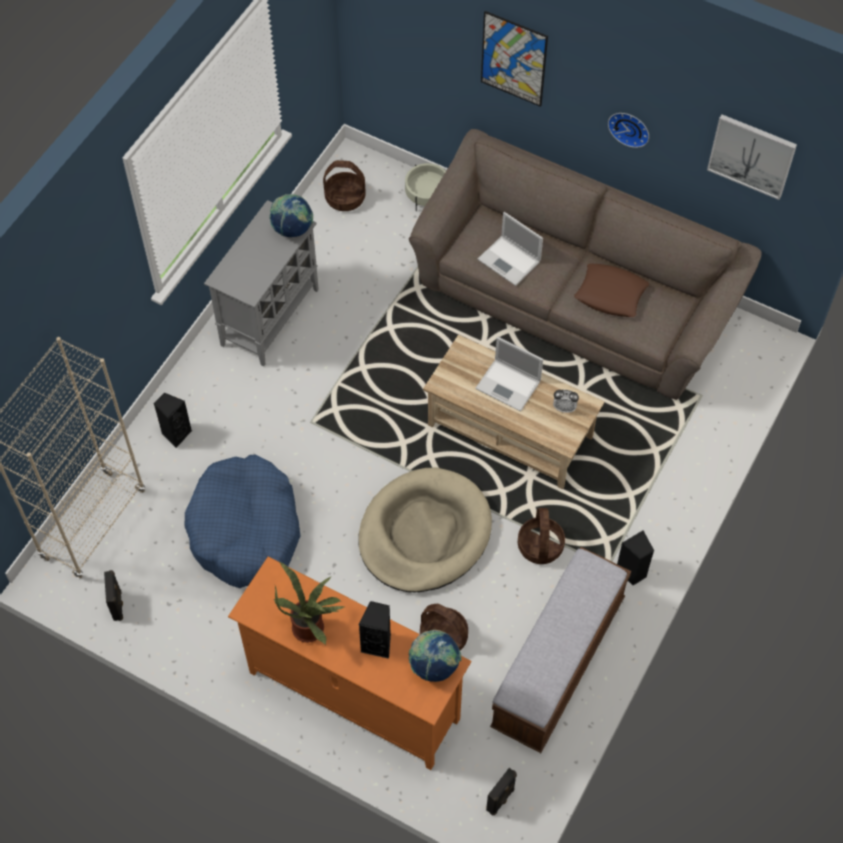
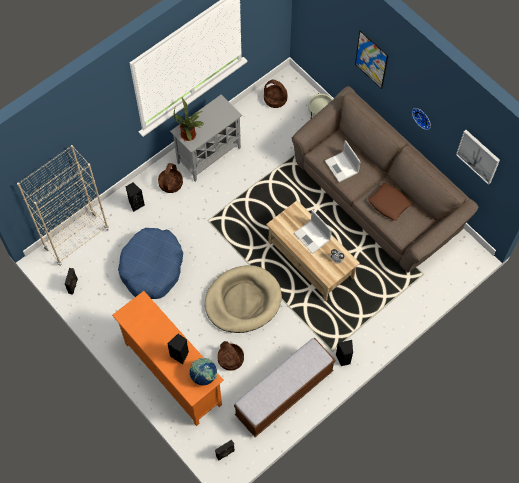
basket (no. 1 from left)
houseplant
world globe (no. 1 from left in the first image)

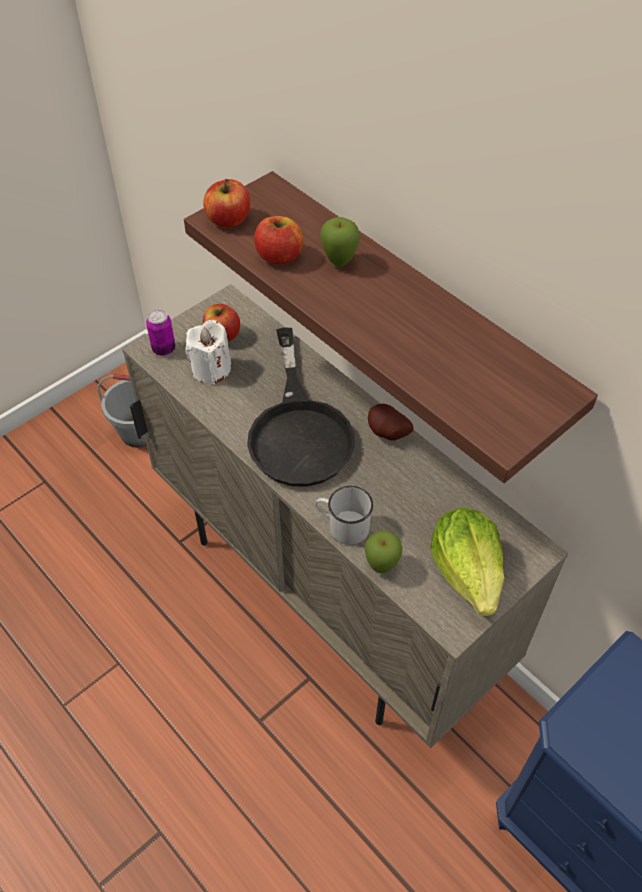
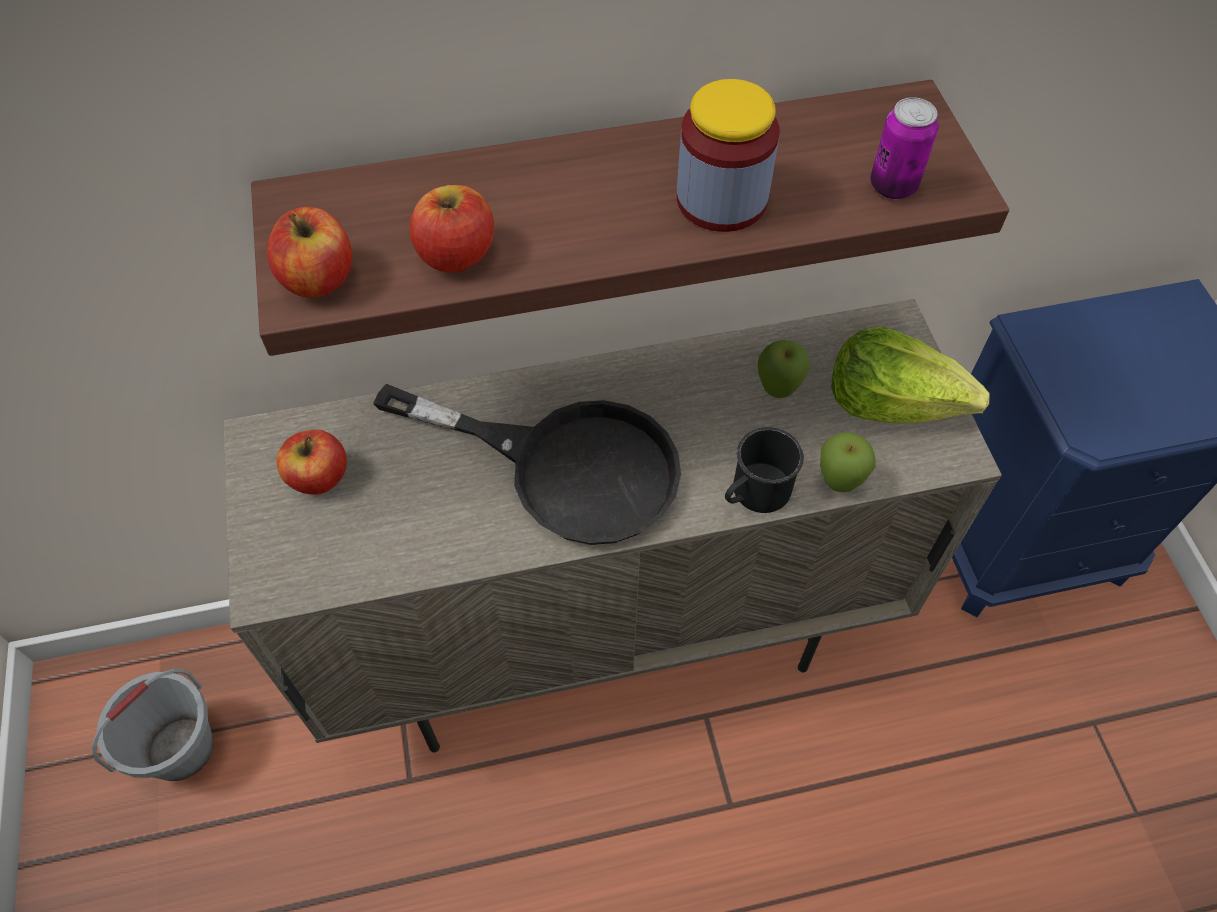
jar
mug (black)
apple fruit (no. 4 from left)
metal can
wax light (white-coloured)
whole potato

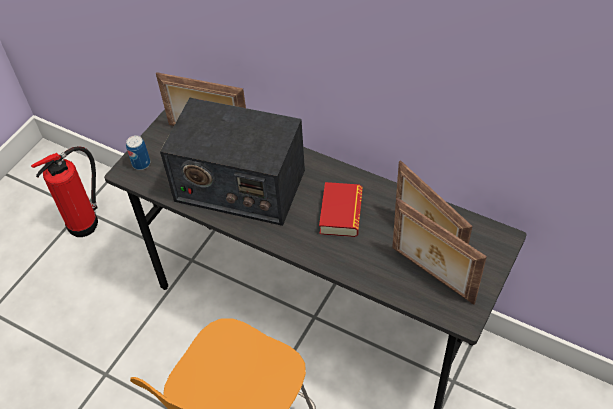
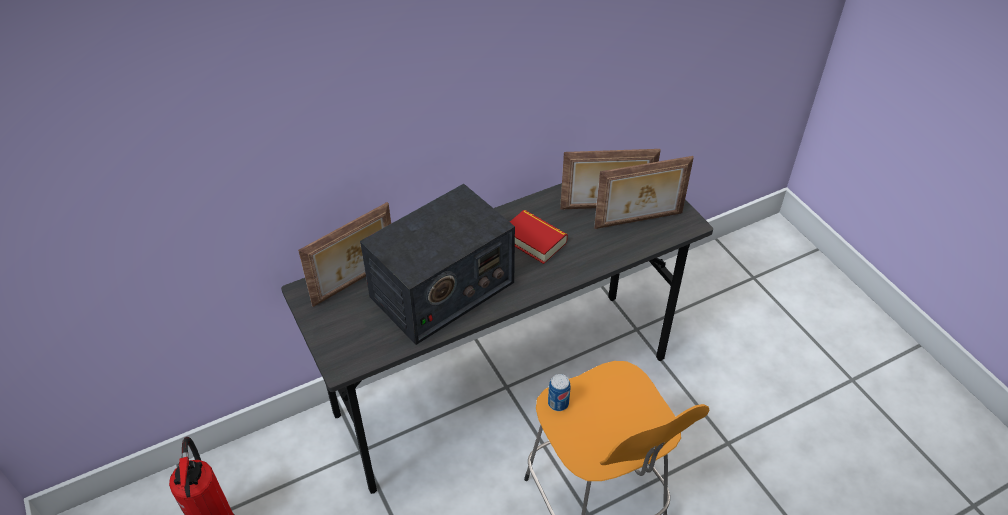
metal can

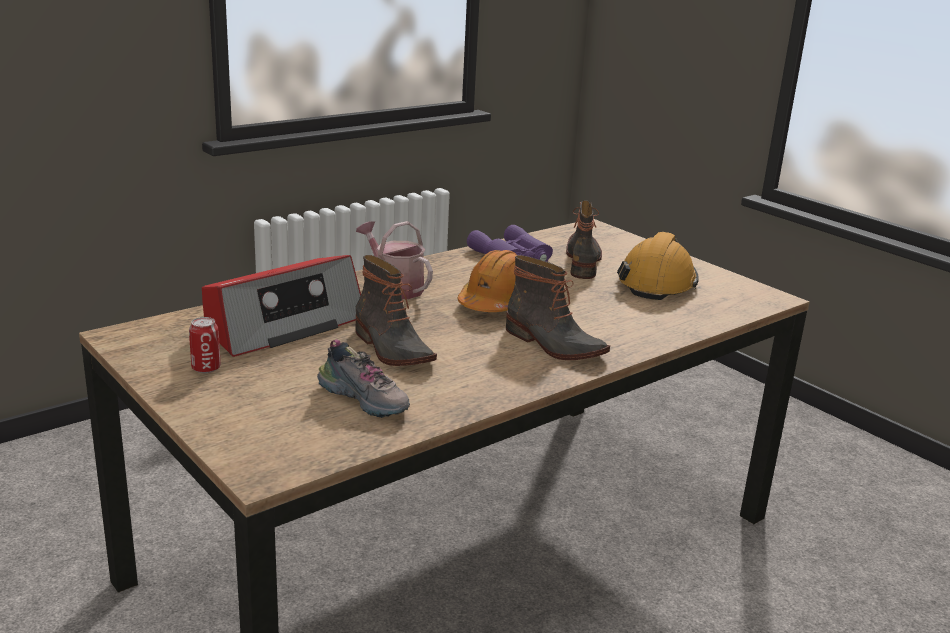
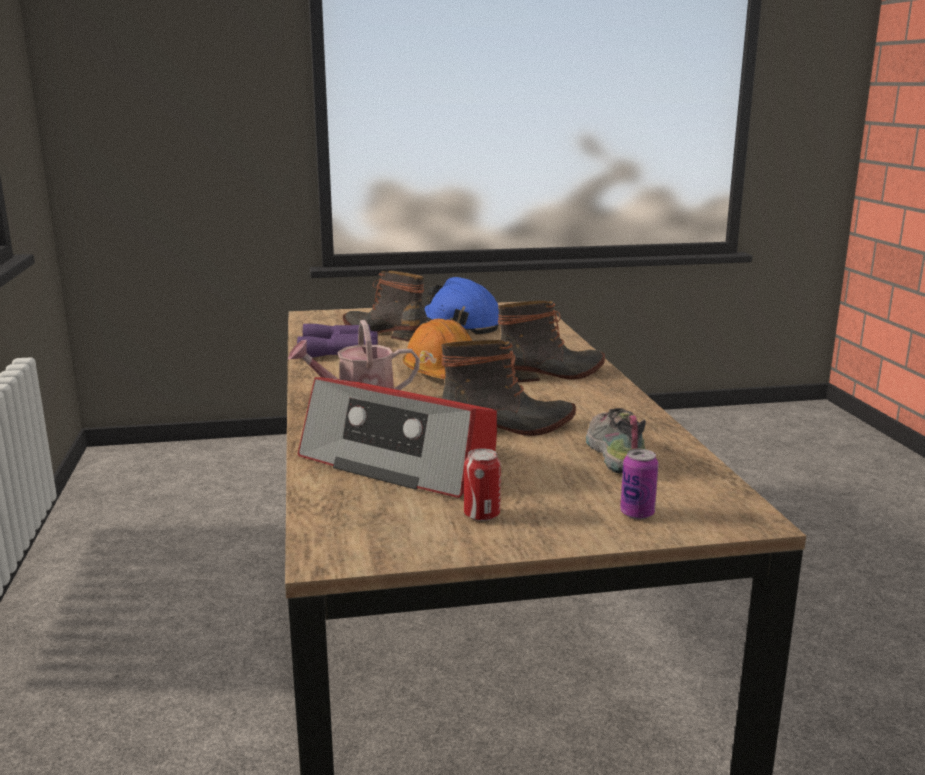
radio receiver
work helmet (bluish)
item of footwear
metal can (no. 2 from left)

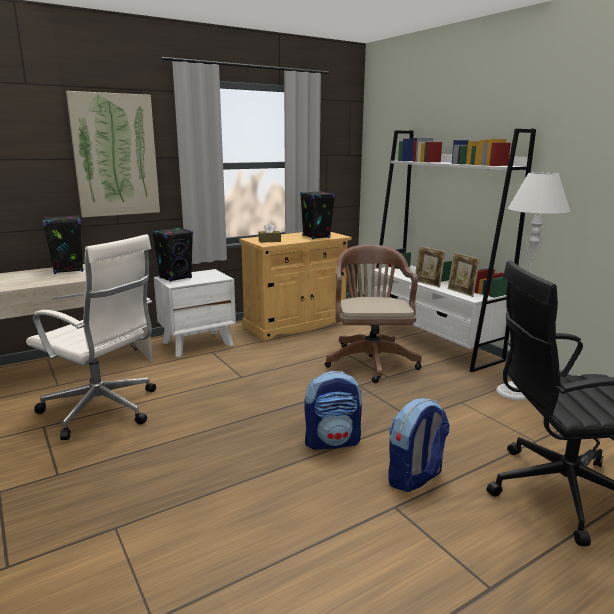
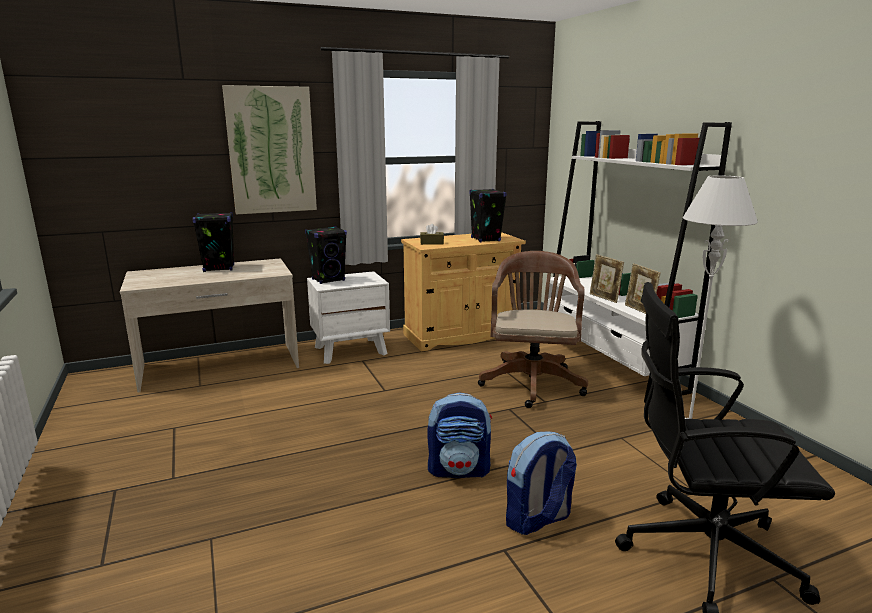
desk chair (white-coloured)

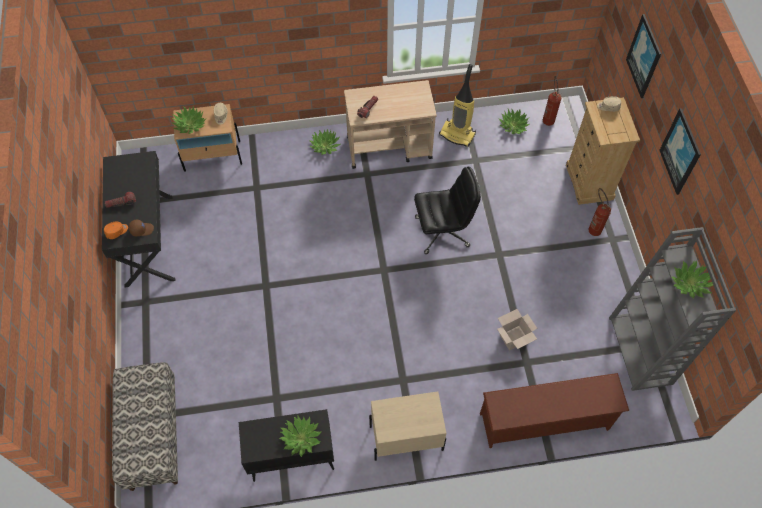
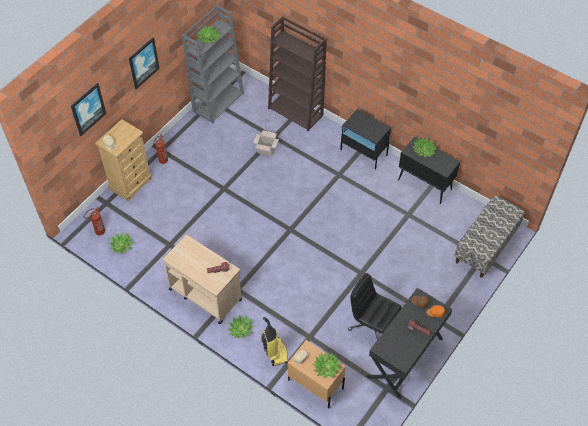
hoover
bookshelf (brownish)
night table (black)
desk chair (black)

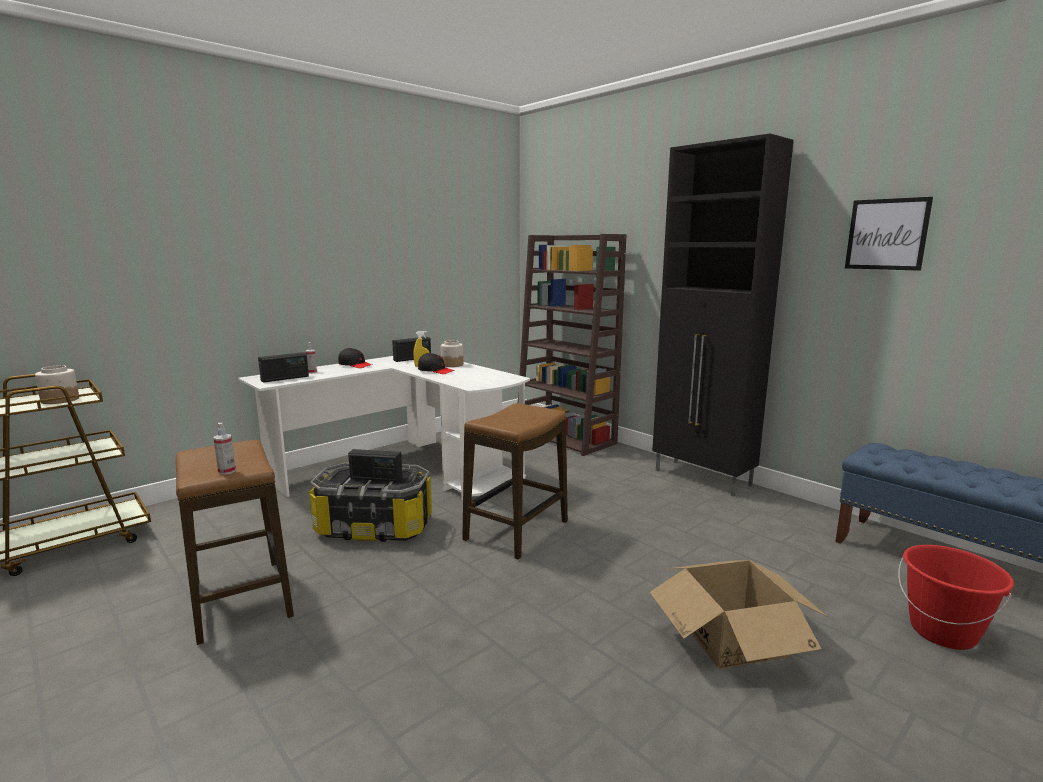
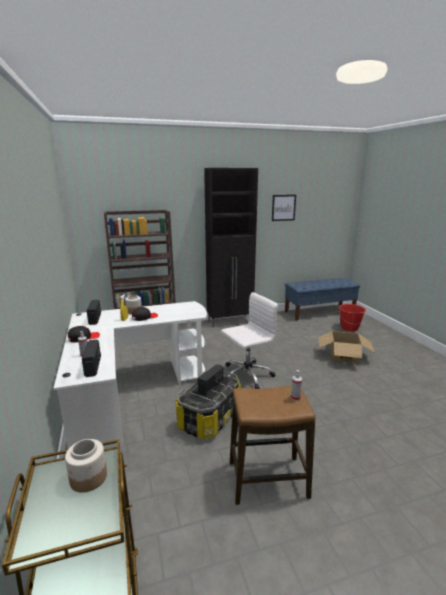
desk chair (white-coloured)

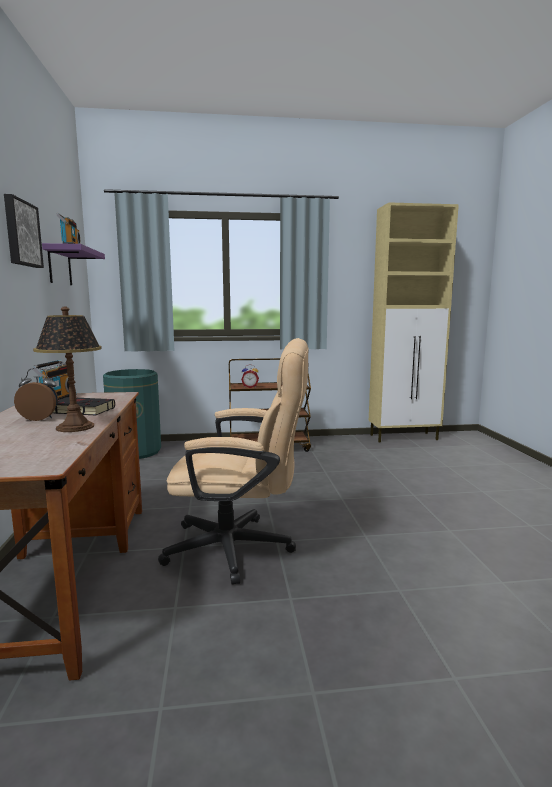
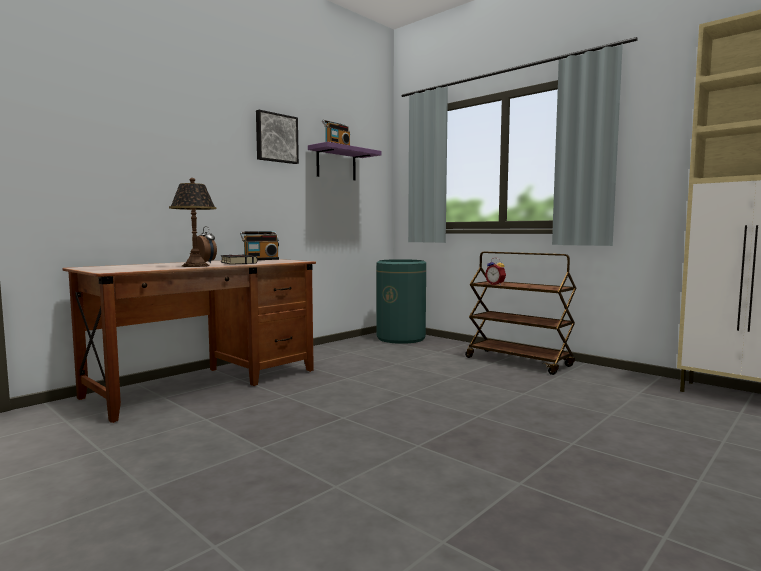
desk chair (beige-coloured)

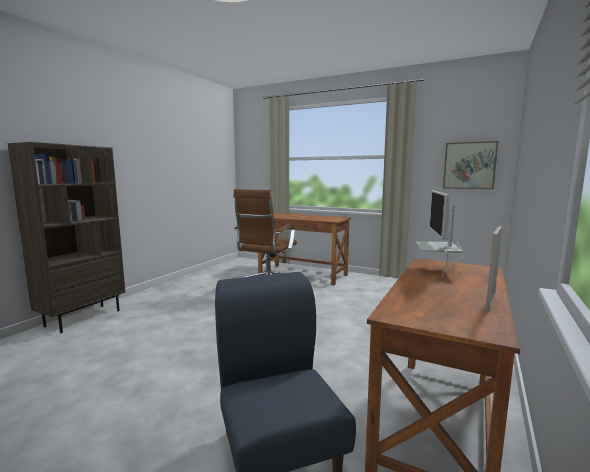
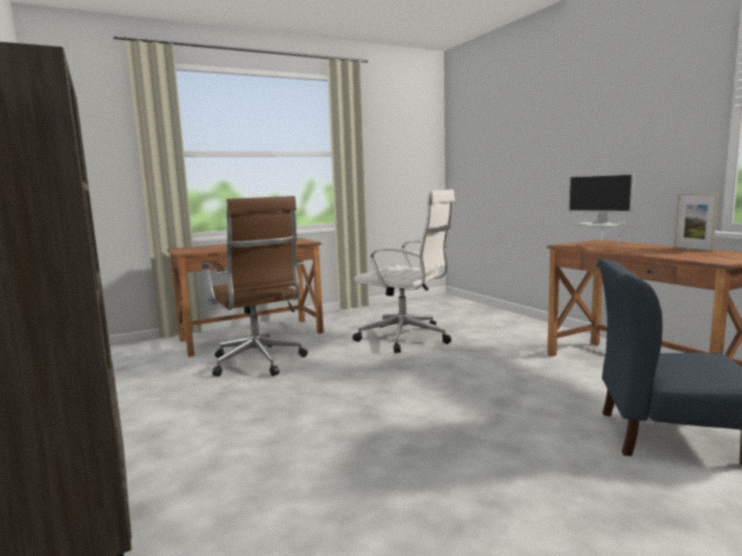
desk chair (white-coloured)
wall picture

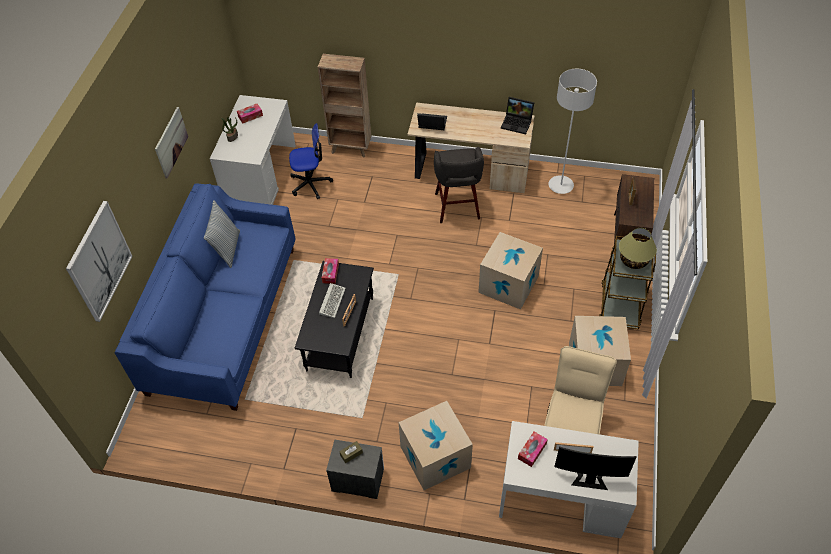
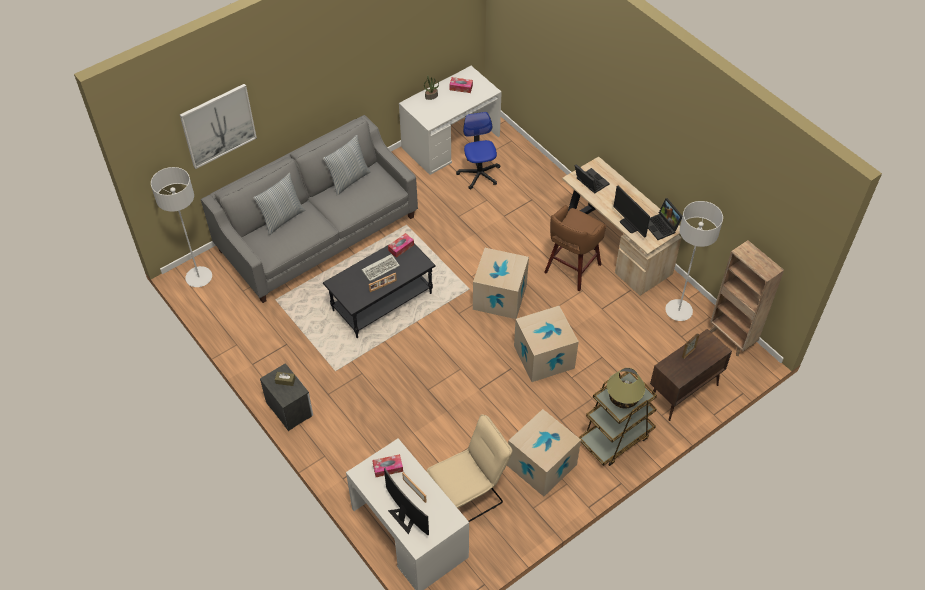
floor lamp (gray) (no. 1 from left)
settee (gray)
throw pillow (no. 1 from left)
desk chair
packing box (no. 1 from left)
sitting stool (brownish)
computer screen (no. 2 from left)
bookshelf (brownish)
wall picture (no. 2 from left in the first image)

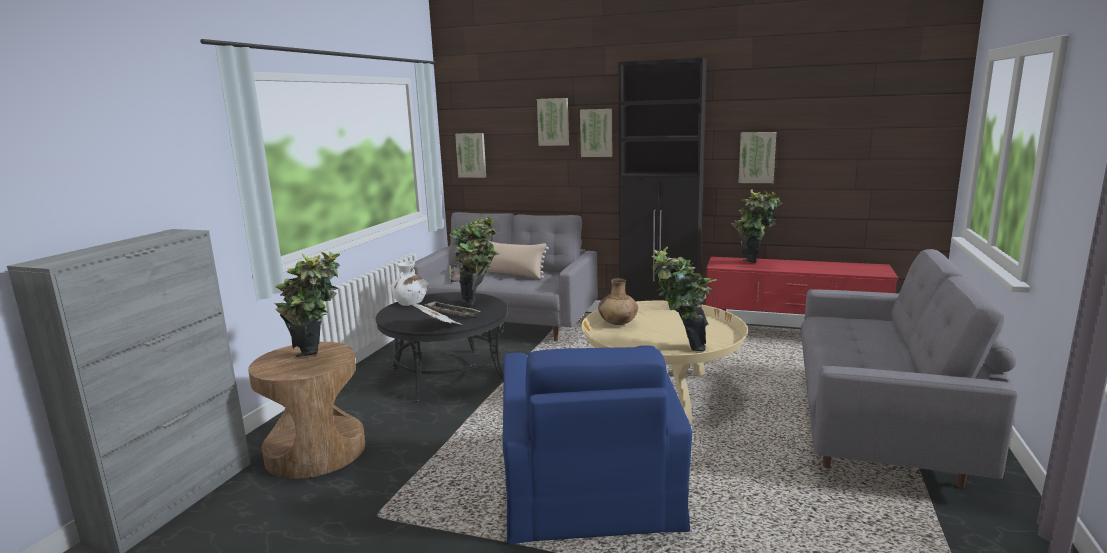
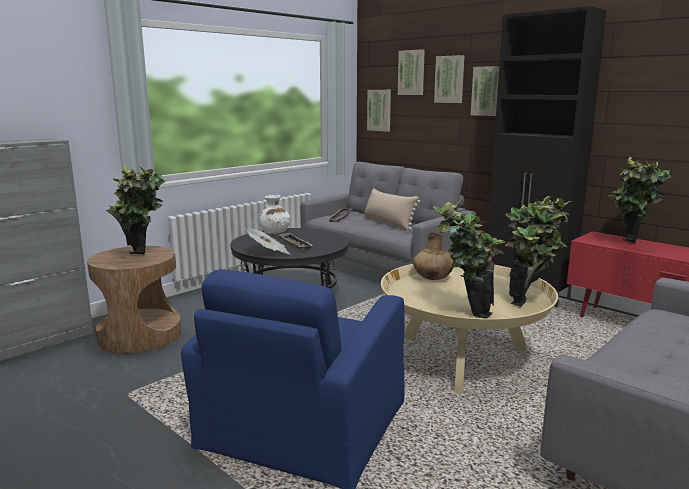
wall picture (no. 2 from left)
houseplant (no. 3 from left)

